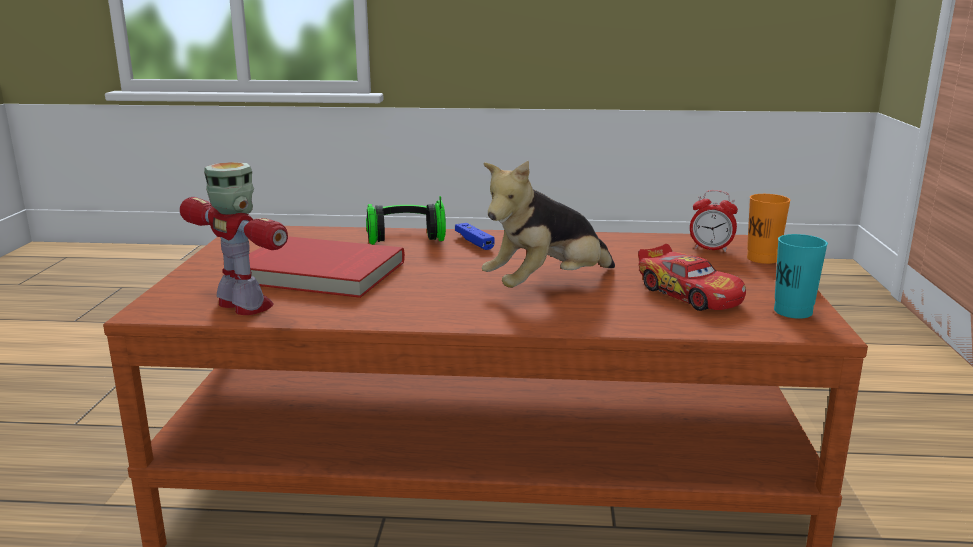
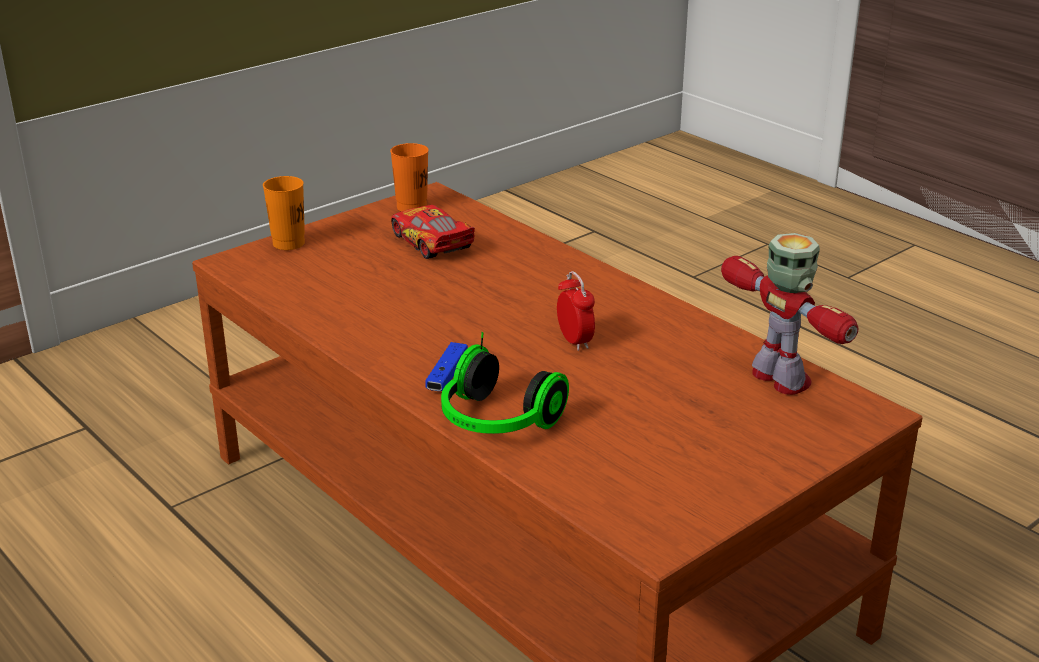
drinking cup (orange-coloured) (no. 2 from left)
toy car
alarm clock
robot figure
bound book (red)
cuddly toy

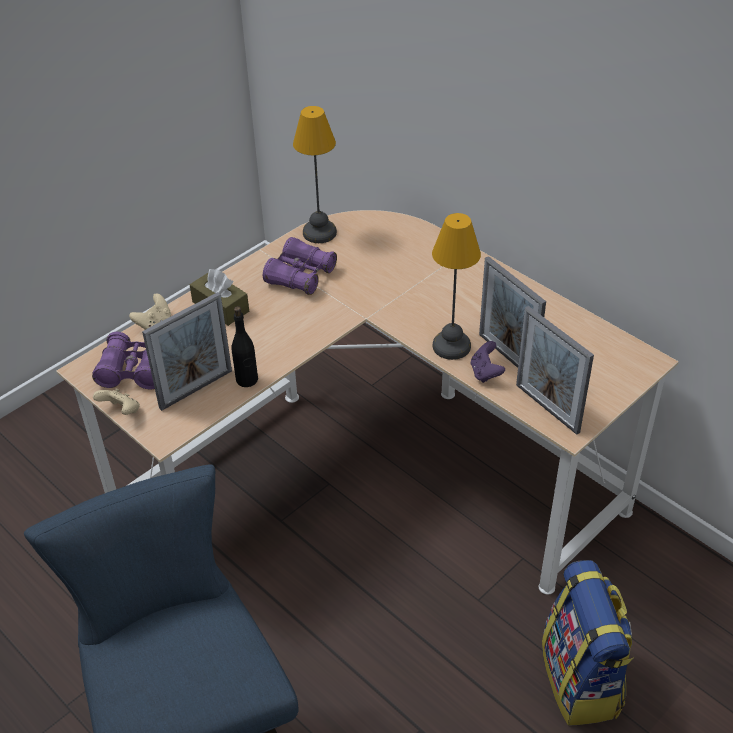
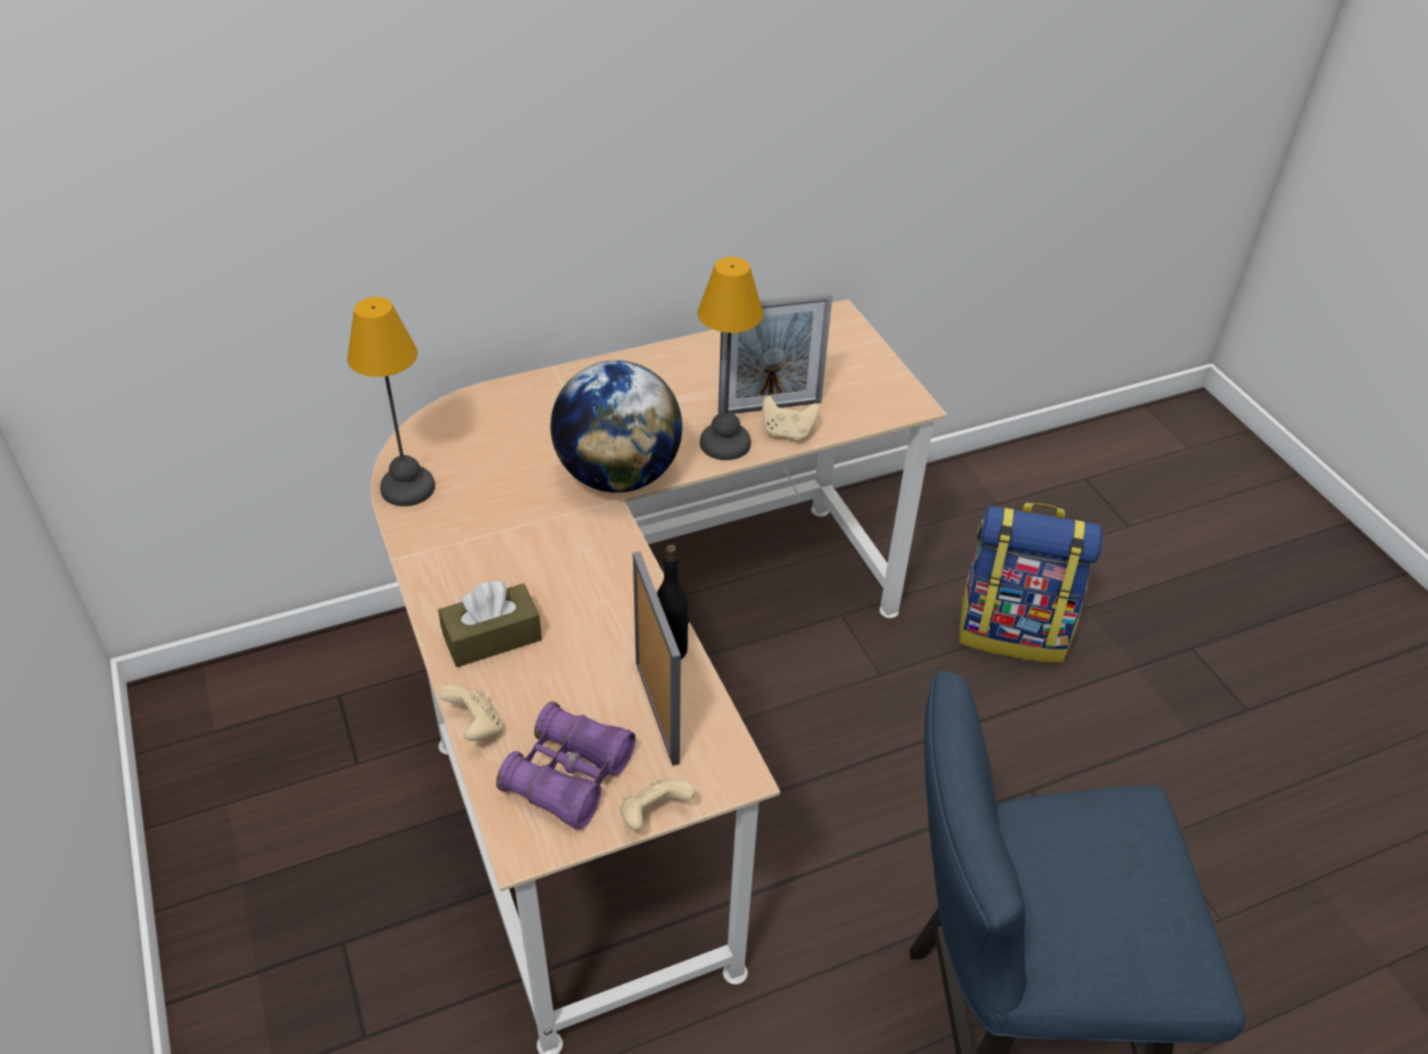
world globe
gamepad (beige-coloured) (no. 3 from left)
binoculars (purple) (no. 2 from left in the first image)
picture frame (no. 3 from left in the first image)

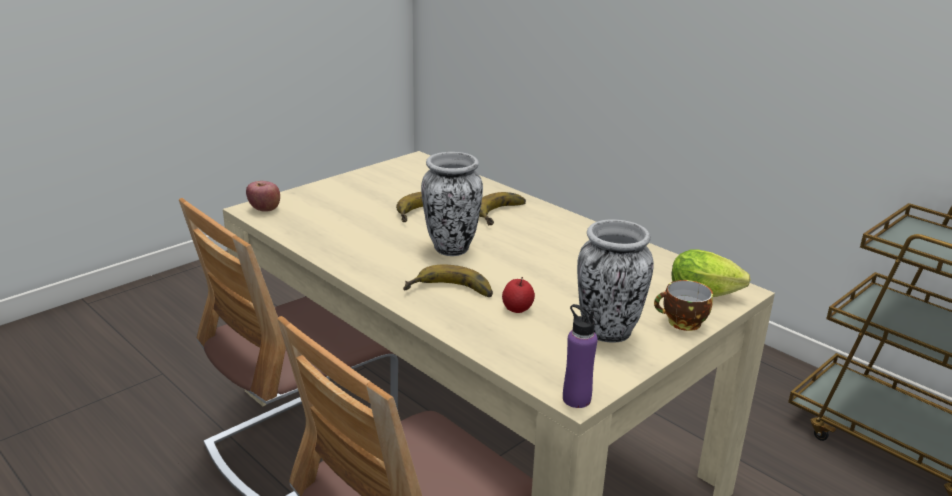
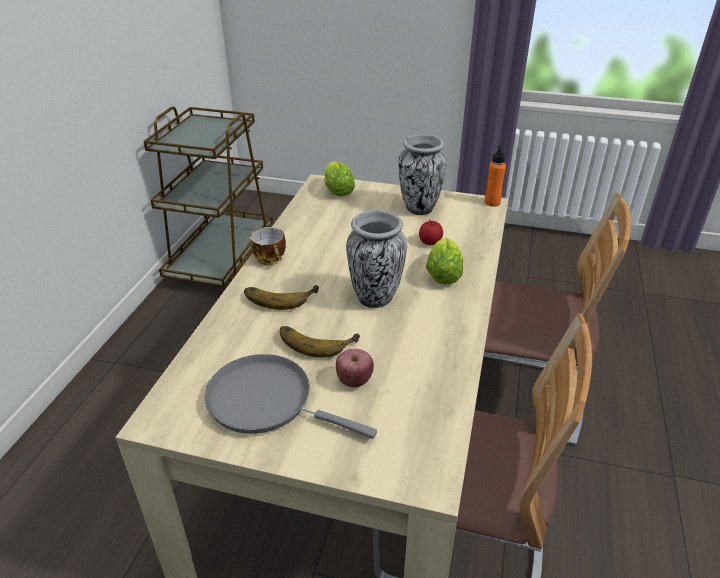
frying pan (gray)
drinking cup
apple fruit (no. 1 from left)
lettuce head (no. 2 from left)
beverage bottle (orange-coloured)

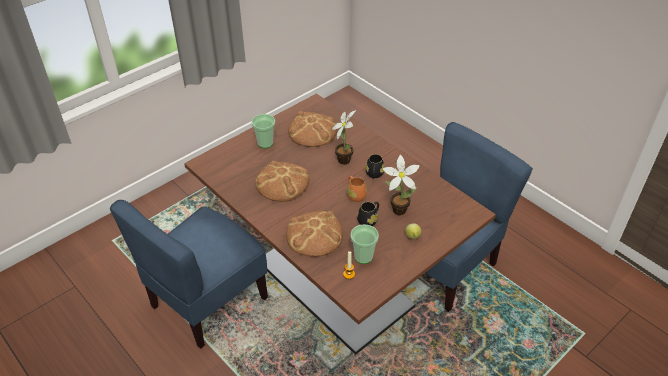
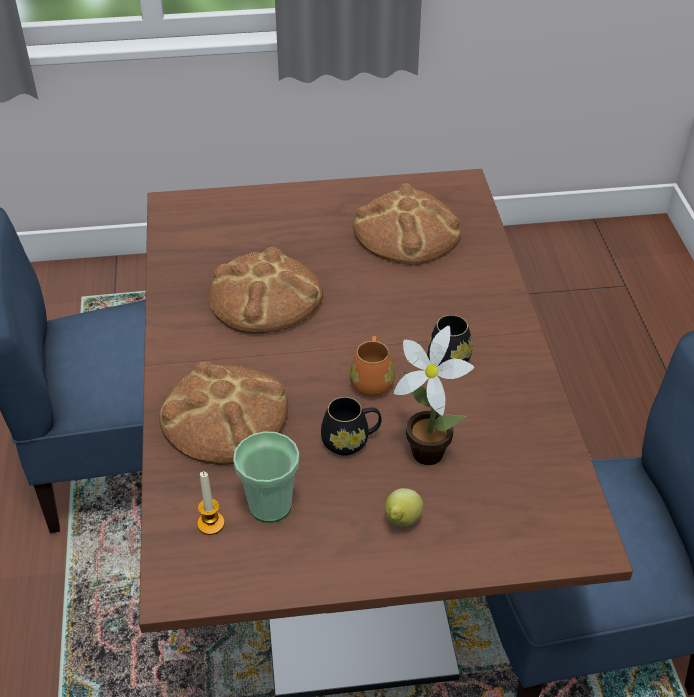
drinking cup (no. 1 from left in the first image)
houseplant (no. 1 from left in the first image)

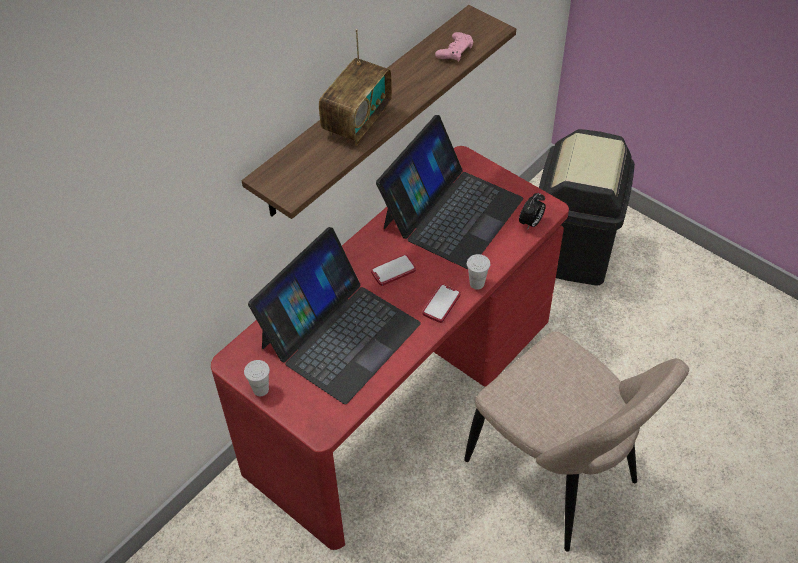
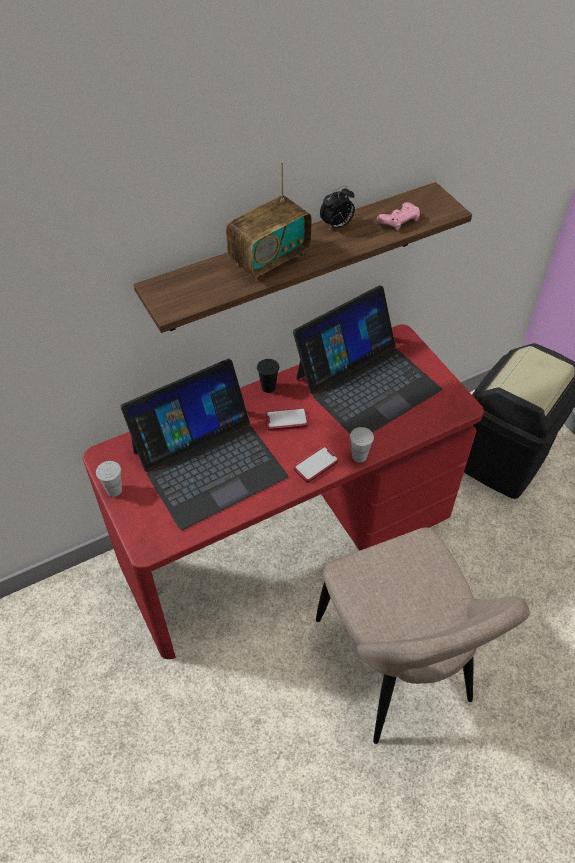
drinking cup (black)
alarm clock

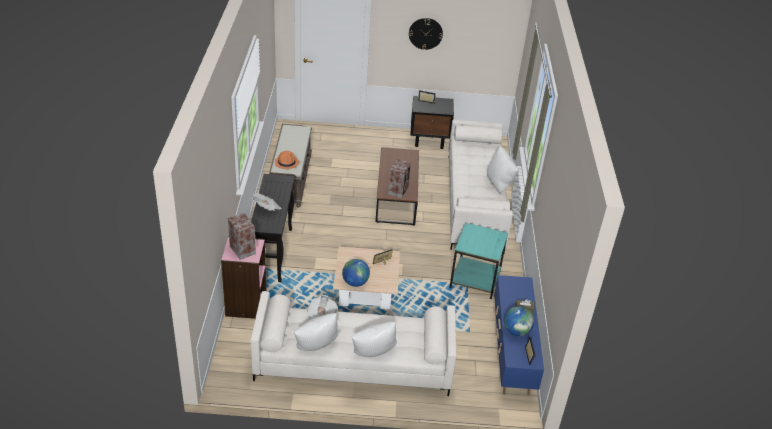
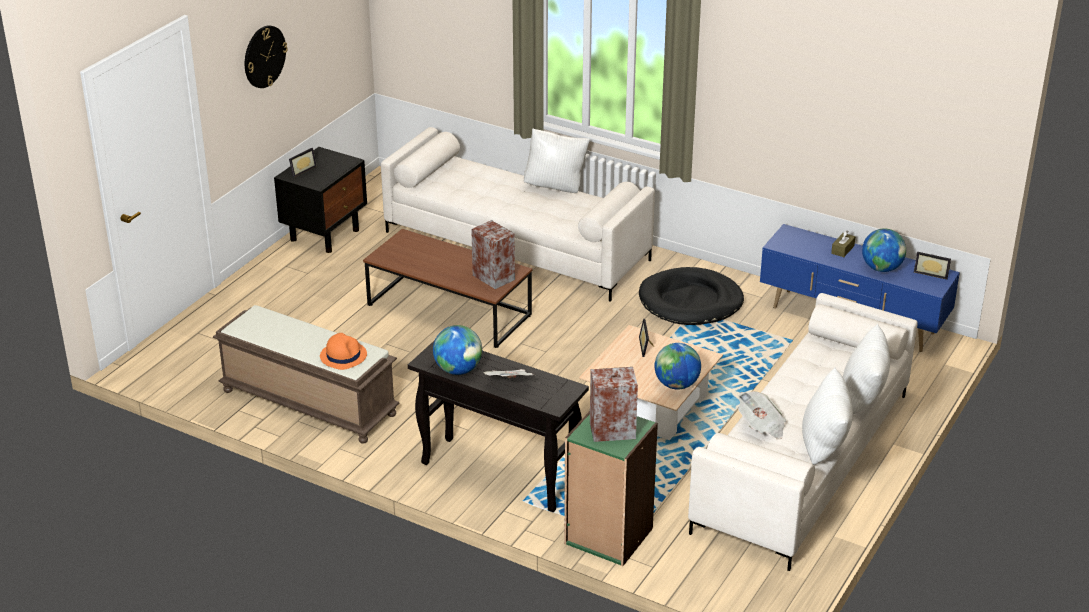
world globe (no. 1 from left)
bookshelf (greenish)
dog cushion (black)

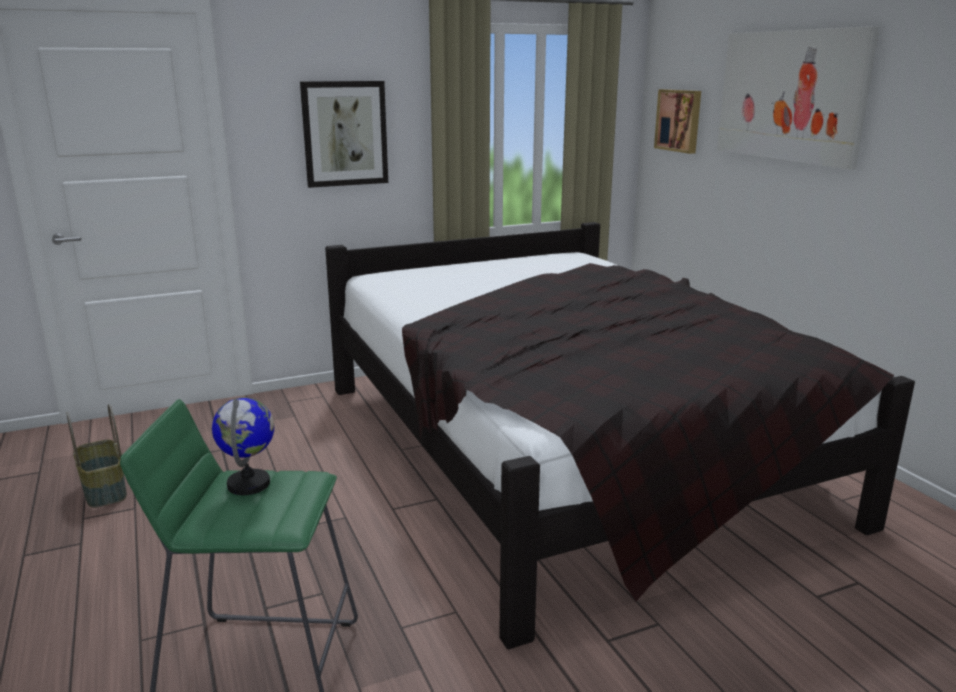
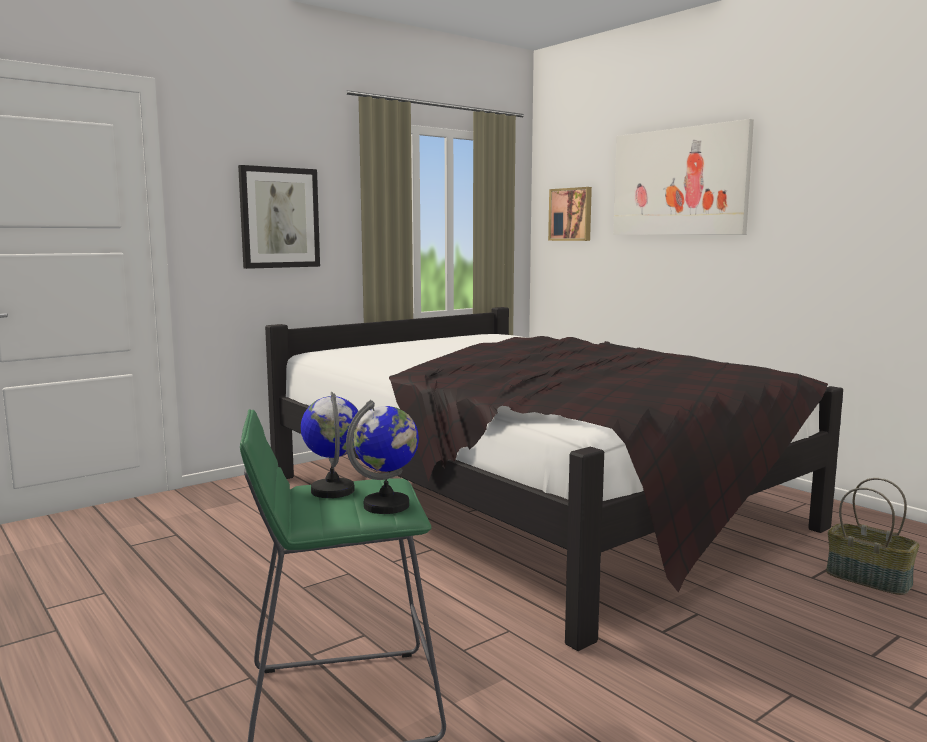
world globe (no. 2 from left)
basket

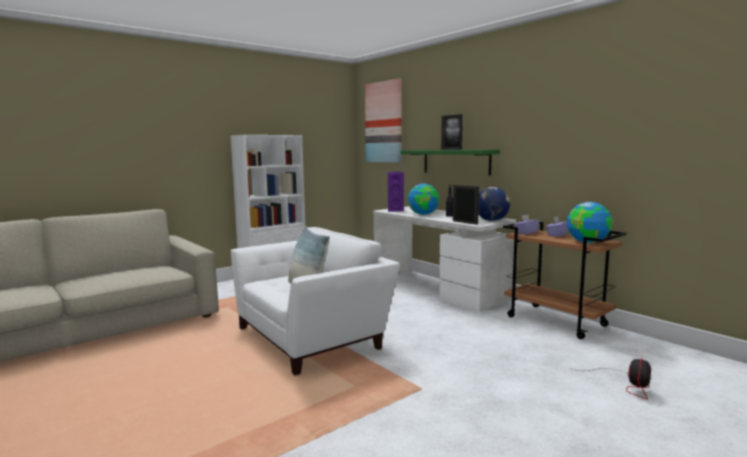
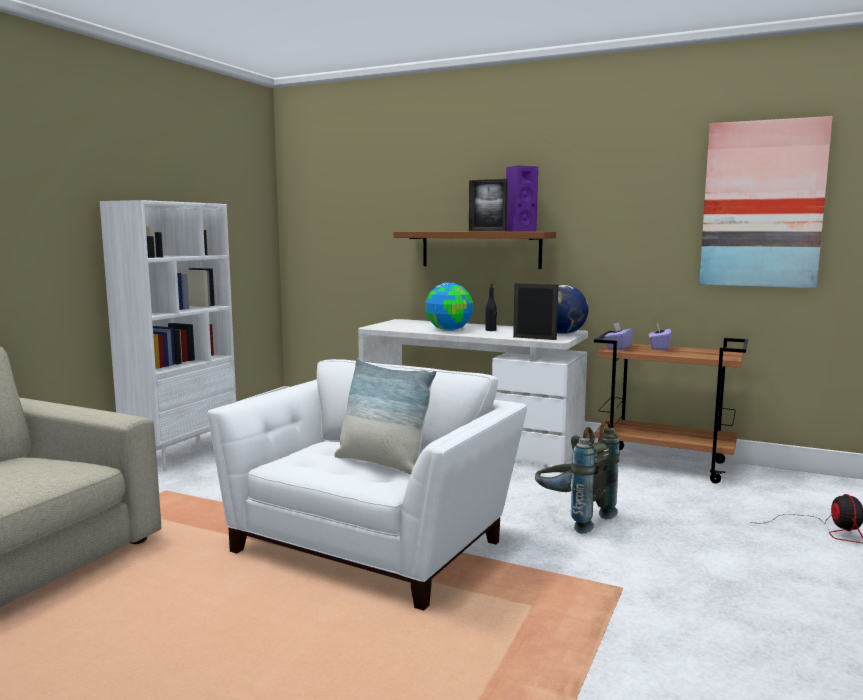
bracket shelf (brownish)
speaker (purple)
backpack (gray)
wall picture
world globe (no. 3 from left in the first image)

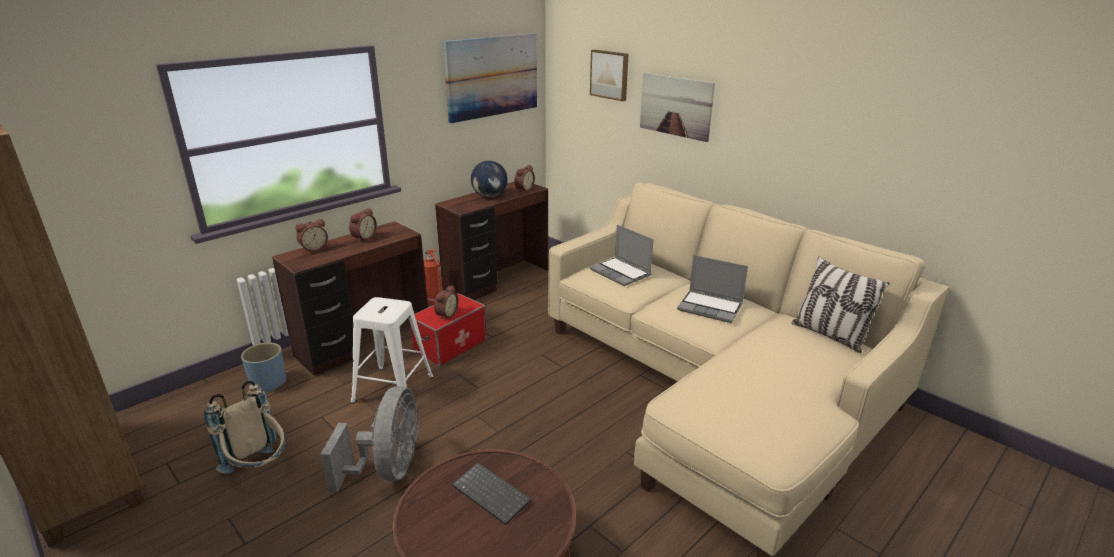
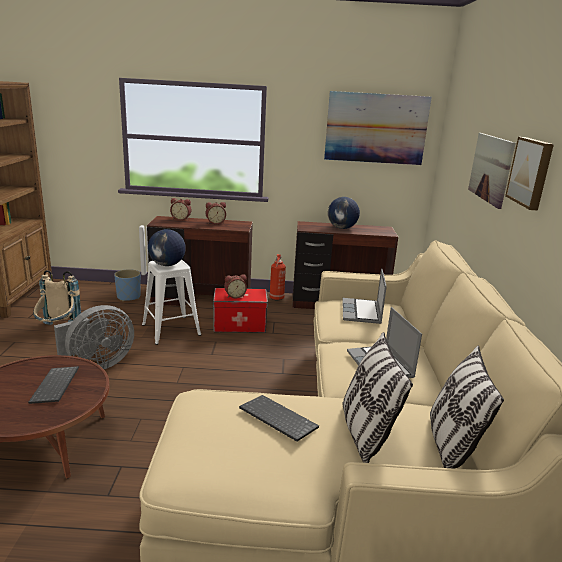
world globe (no. 1 from left)
PC keyboard (no. 2 from left)
throw pillow (no. 1 from left)
wall picture (no. 3 from left)
alarm clock (no. 4 from left in the first image)

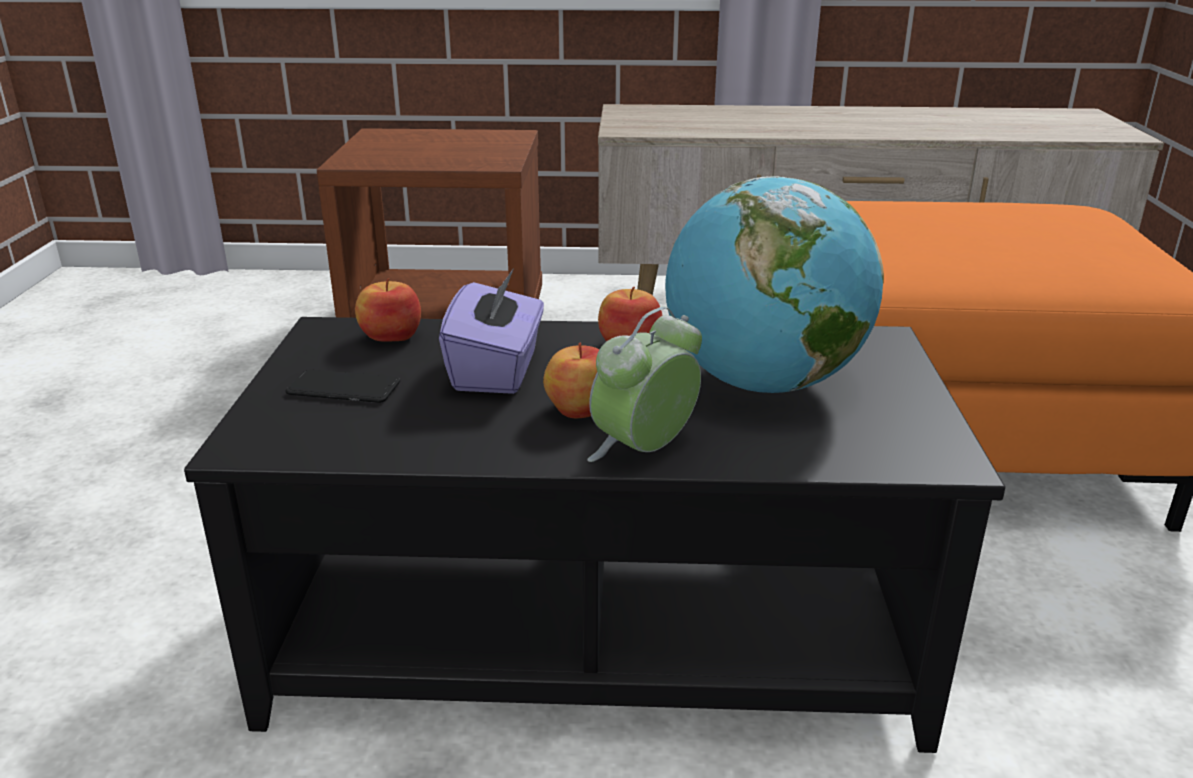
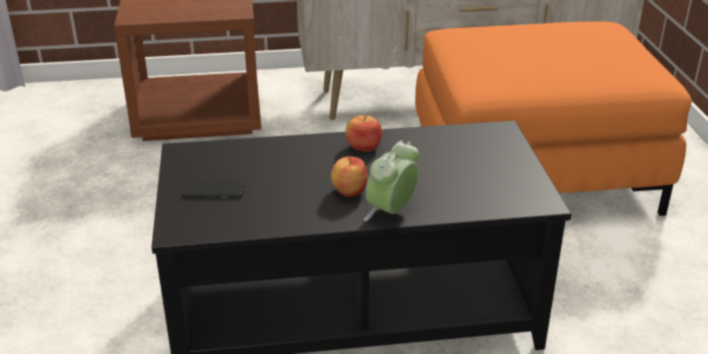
apple fruit (no. 1 from left in the first image)
box of tissues (purple)
world globe

